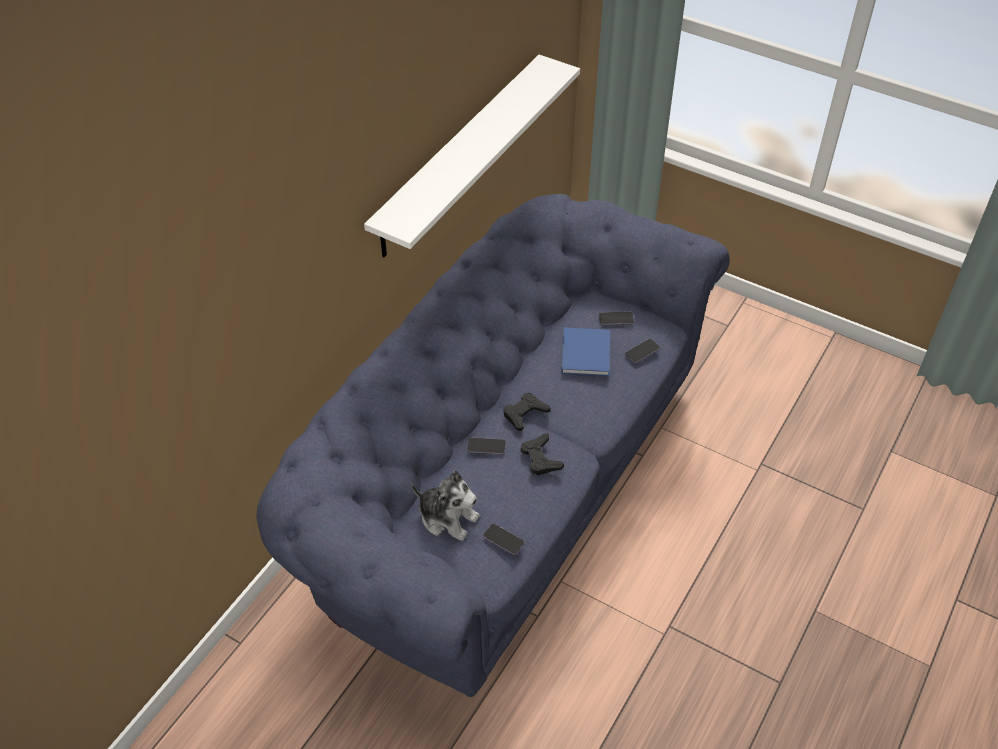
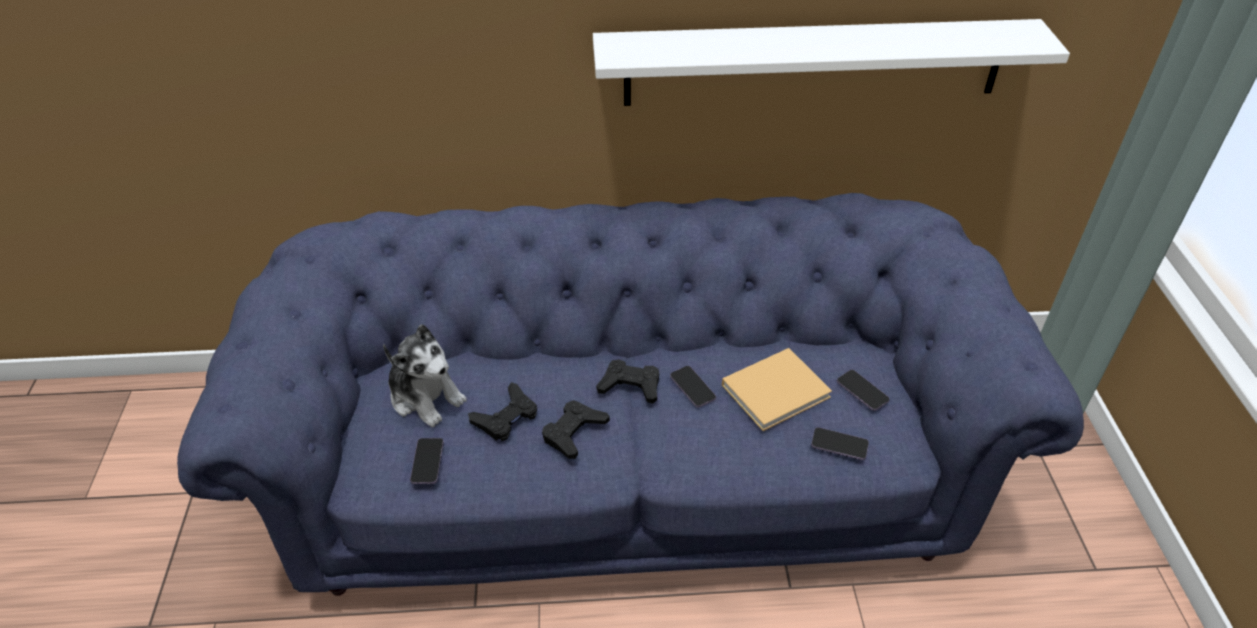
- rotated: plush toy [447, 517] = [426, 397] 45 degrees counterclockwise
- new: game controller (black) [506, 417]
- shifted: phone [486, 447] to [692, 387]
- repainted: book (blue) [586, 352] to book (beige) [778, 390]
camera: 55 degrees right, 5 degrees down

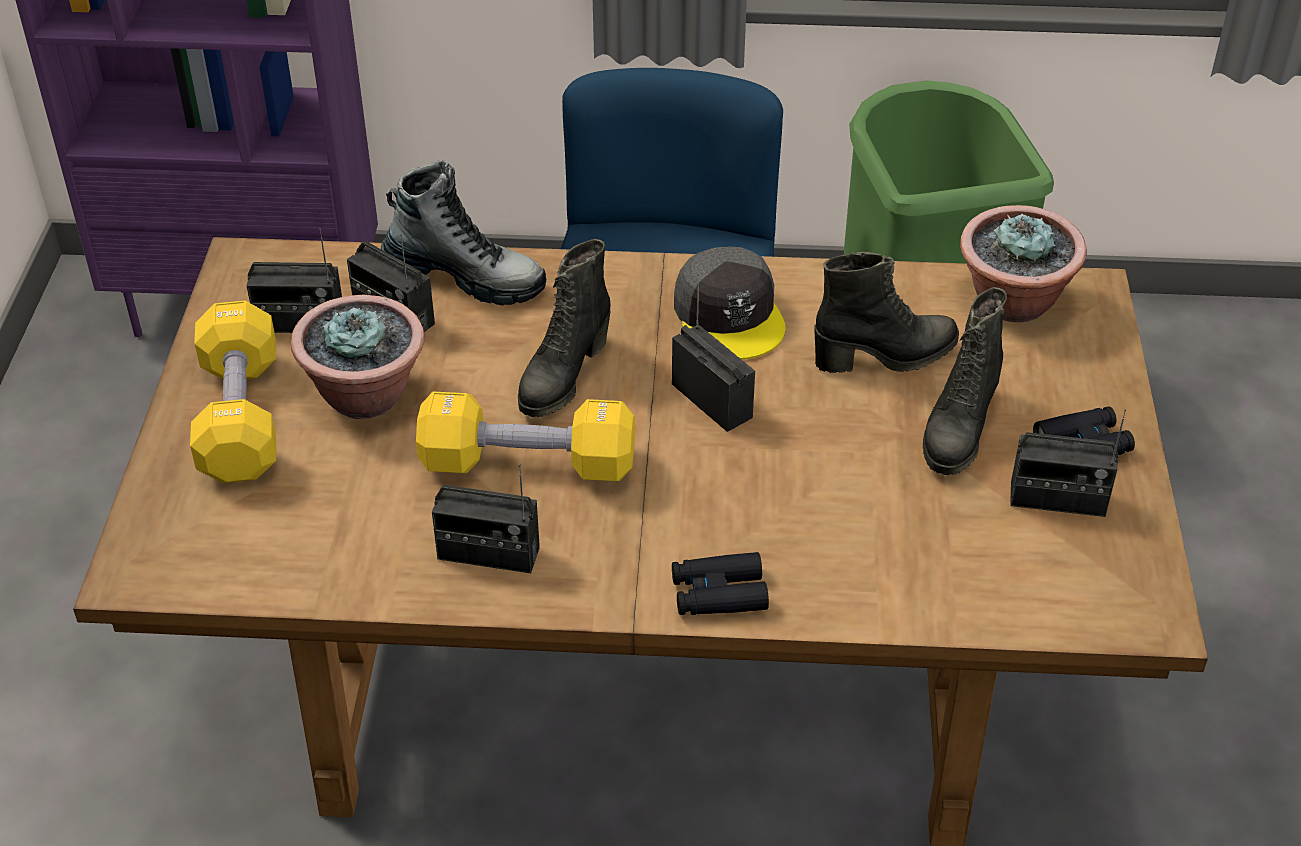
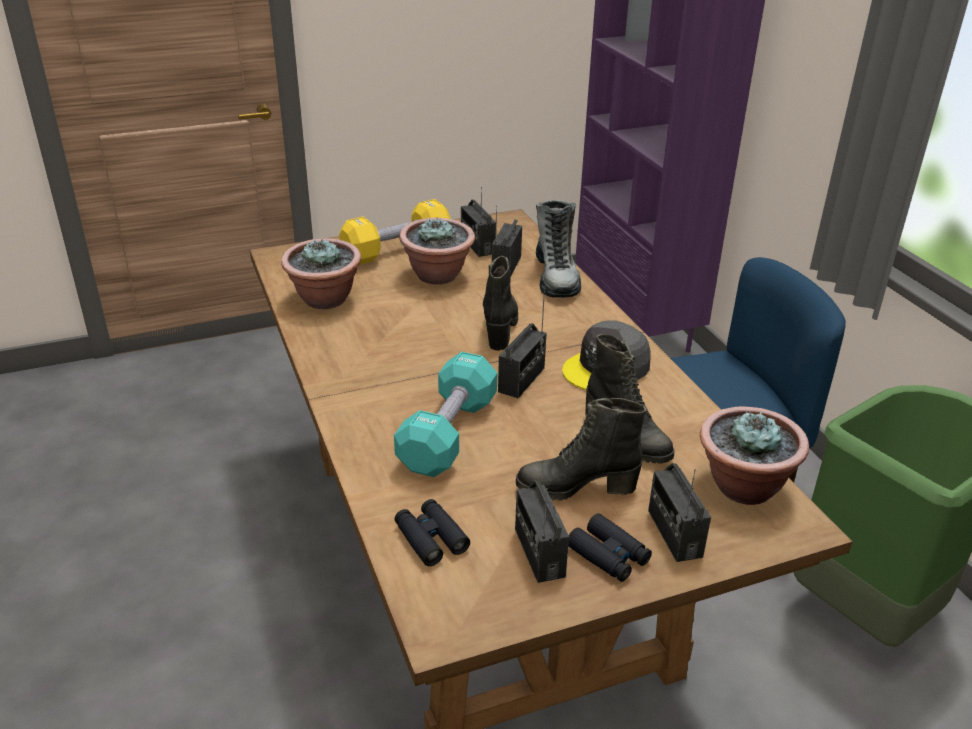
- new: potted plant [325, 299]
- new: dumbbell (turquoise) [448, 434]
- shifted: binoculars (black) [718, 593] to [431, 538]
- rotated: boot (black) [563, 376] = [500, 326] 90 degrees clockwise
- shifted: radio [488, 554] to [674, 533]
- gone: dumbbell (yellow) [528, 464]
camera: 65 degrees right, 10 degrees down

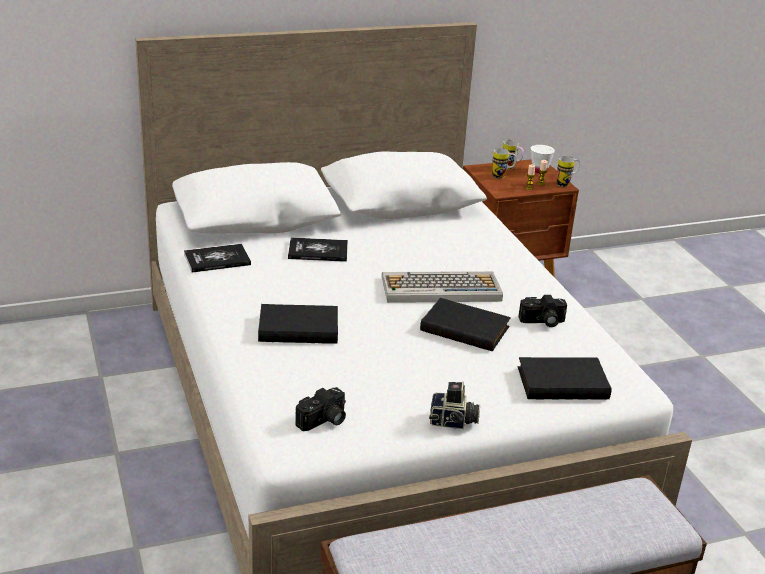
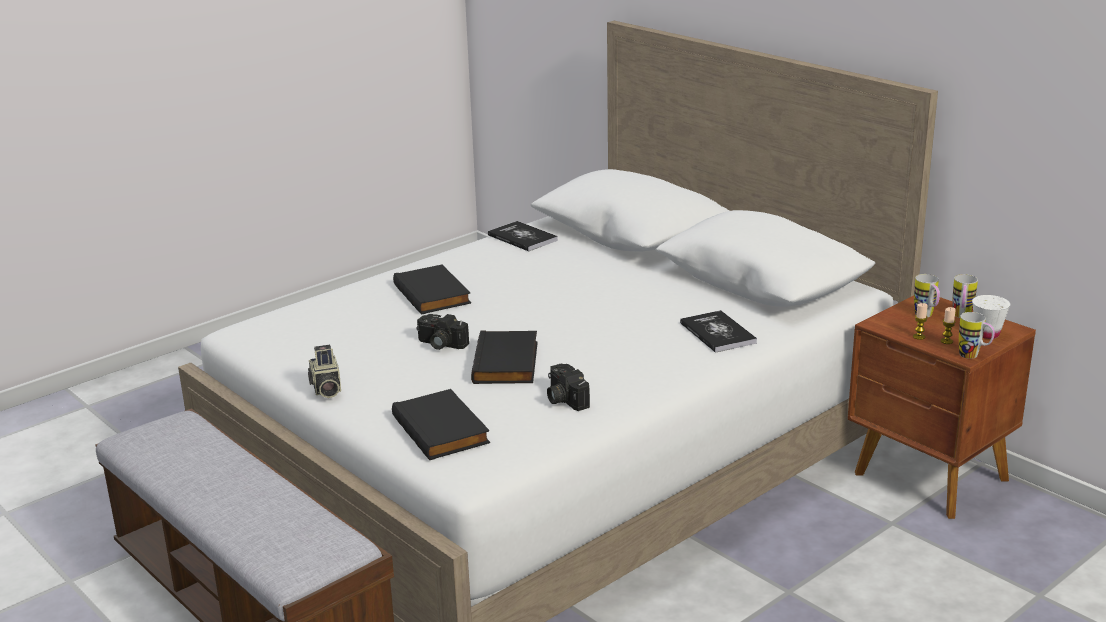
- shifted: photo camera [323, 421] to [440, 344]
- shifted: book [318, 251] to [717, 333]
- gone: keyboard [440, 289]
camera: 70 degrees right, 5 degrees down

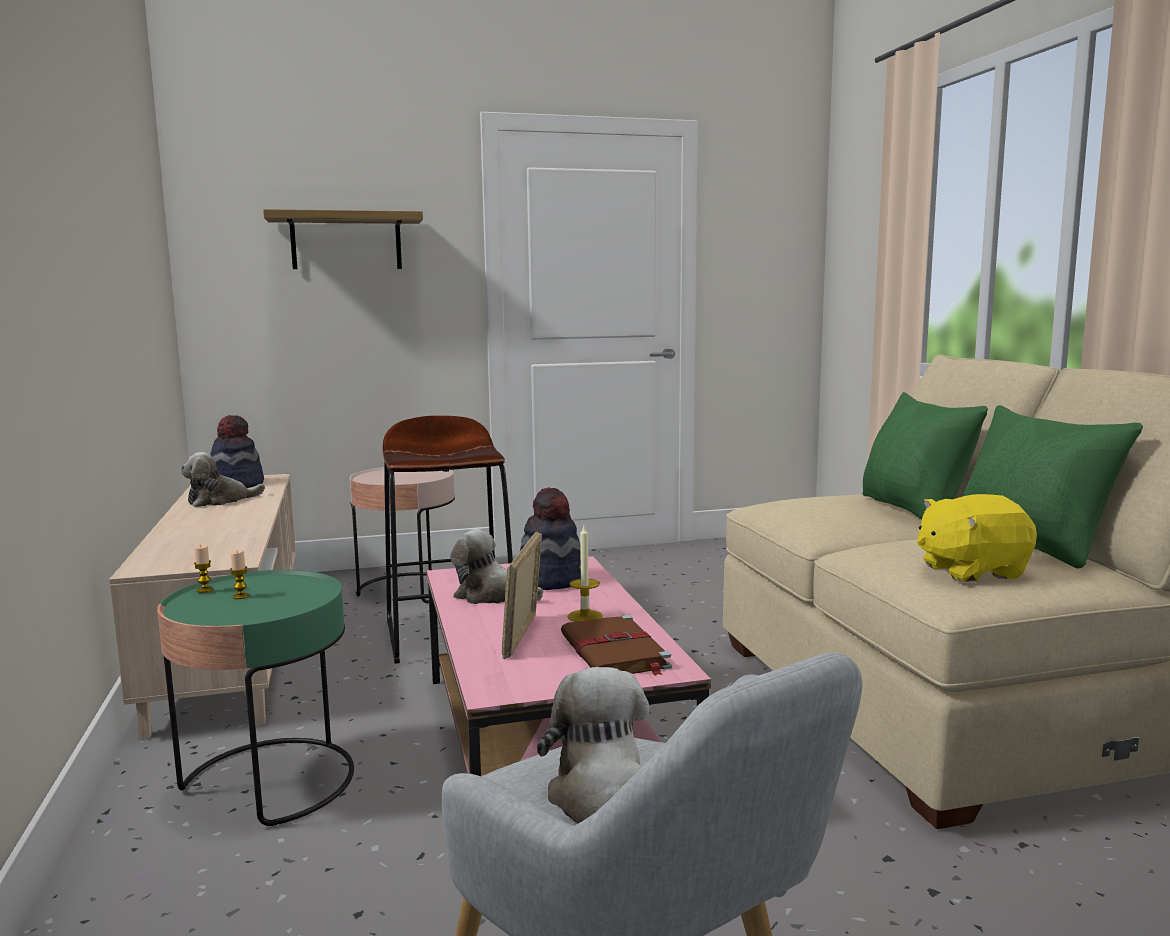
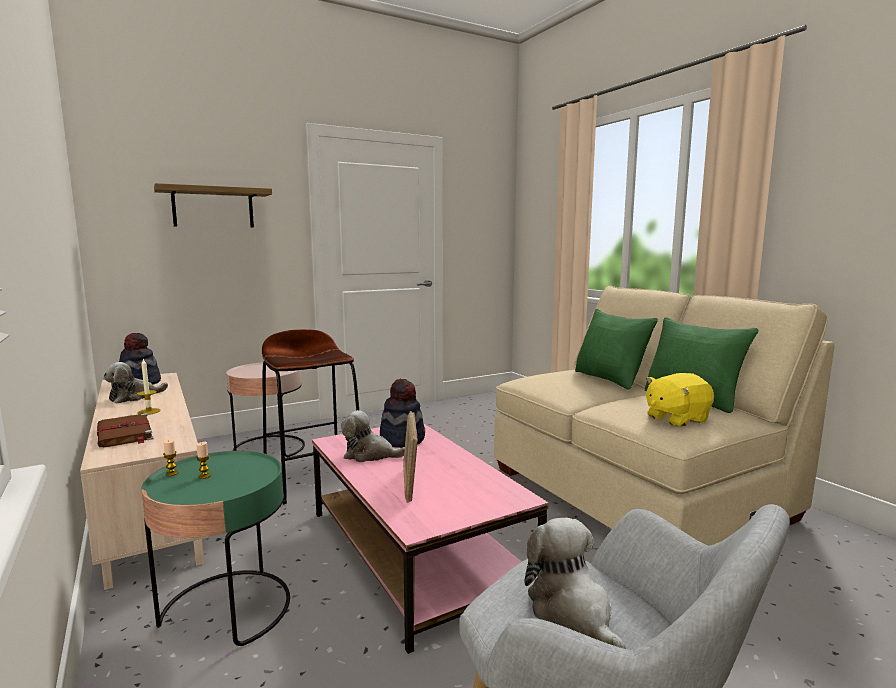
- shifted: book (brown) [615, 652] to [125, 434]
- shifted: candle [585, 616] to [149, 411]
camera: 15 degrees left, 0 degrees up

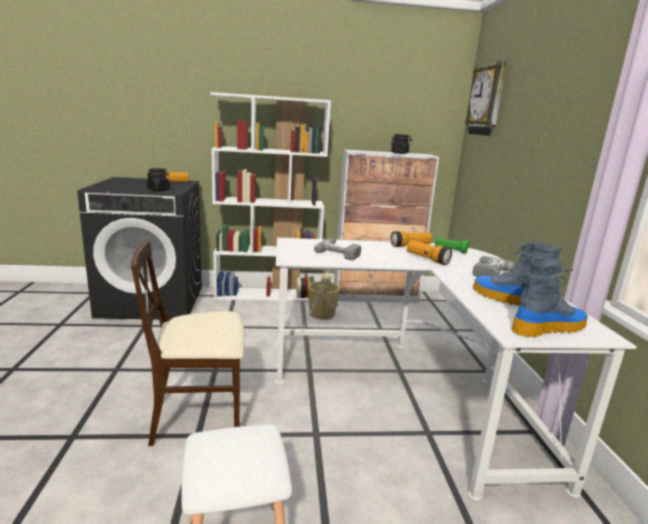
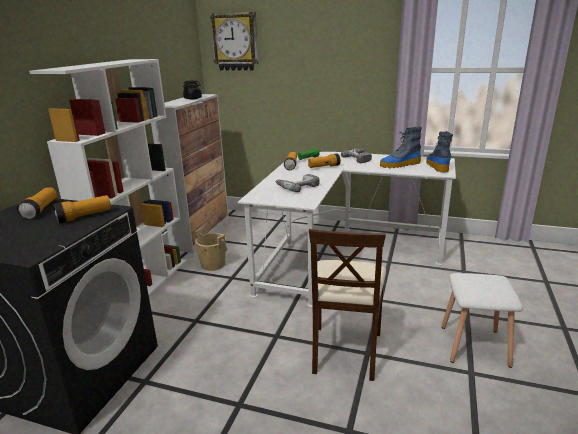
- swapped: jar (black) [158, 189] to flashlight [85, 216]
camera: 65 degrees left, 5 degrees up

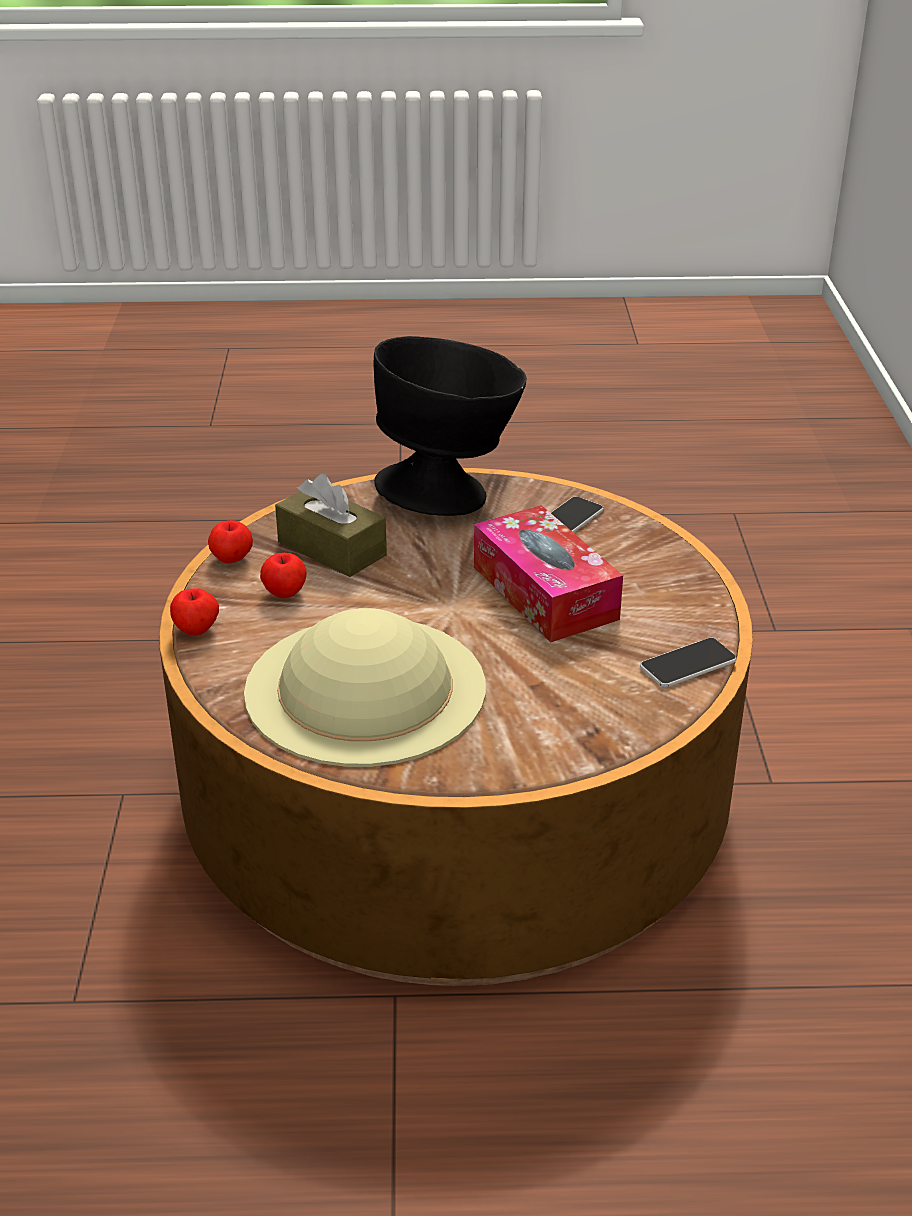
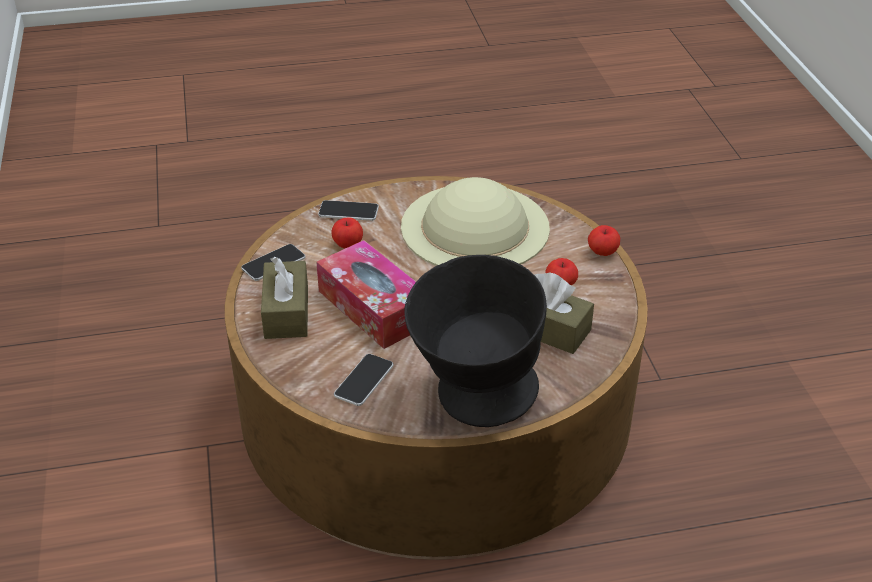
- new: tissue box (brown) [286, 312]
- new: phone [348, 212]
- shifted: apple [231, 559] to [348, 244]
camera: 170 degrees right, 5 degrees up

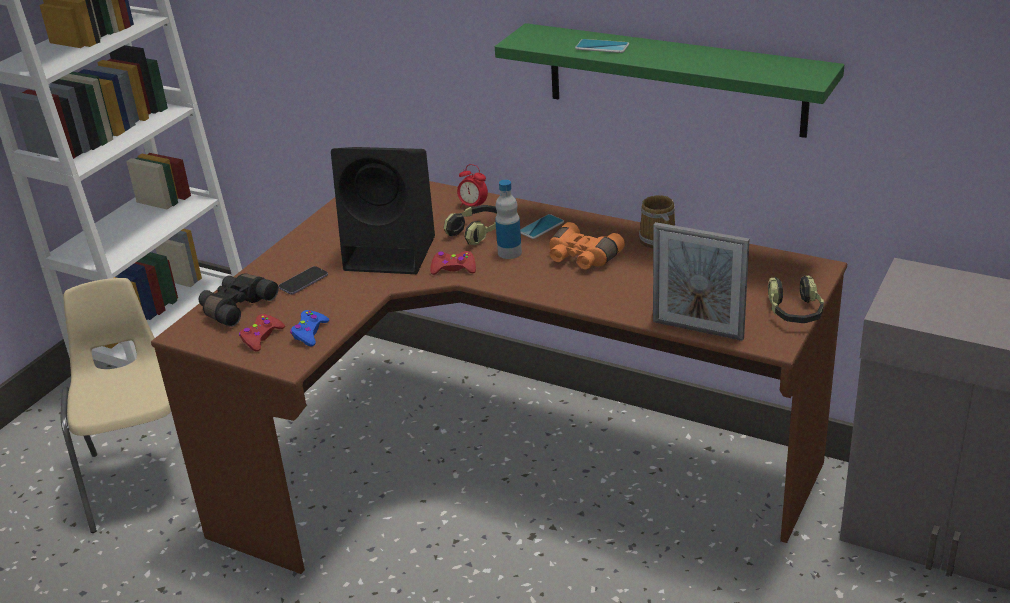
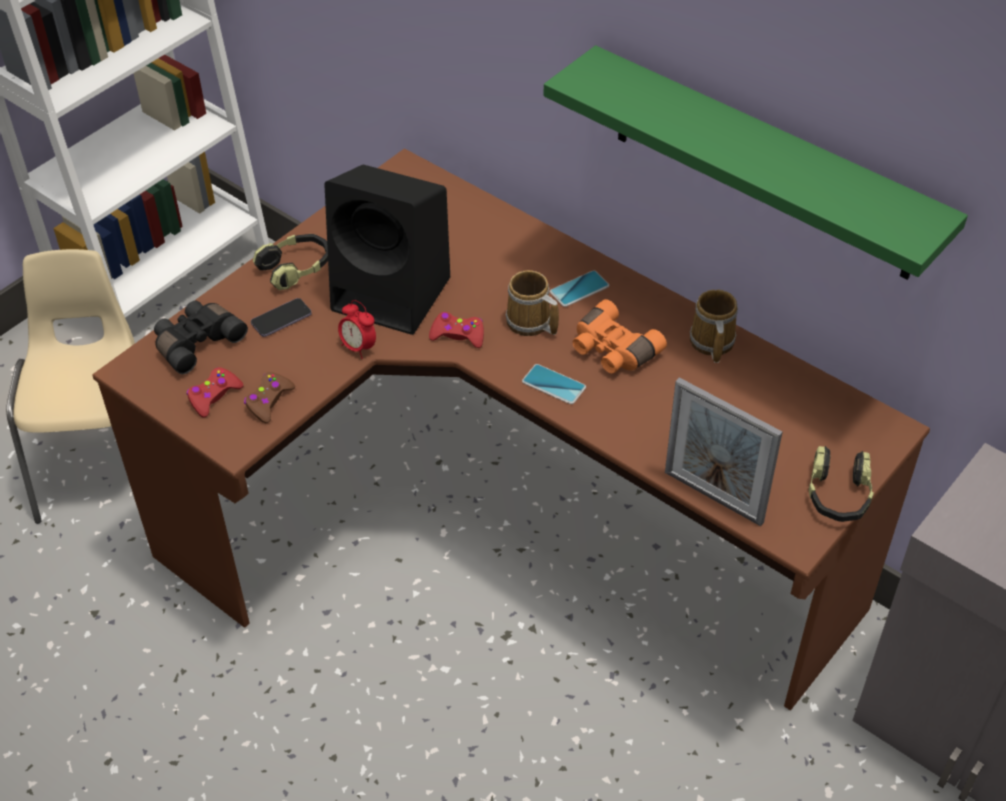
- repainted: game controller (blue) [310, 333] to game controller (brown) [269, 401]
- shifted: headphones [477, 232] to [296, 269]
- shifted: alarm clock [473, 206] to [358, 347]
- swapped: bottle [509, 252] to mug [530, 323]
- shifted: phone [602, 47] to [553, 385]
camera: 10 degrees right, 15 degrees up

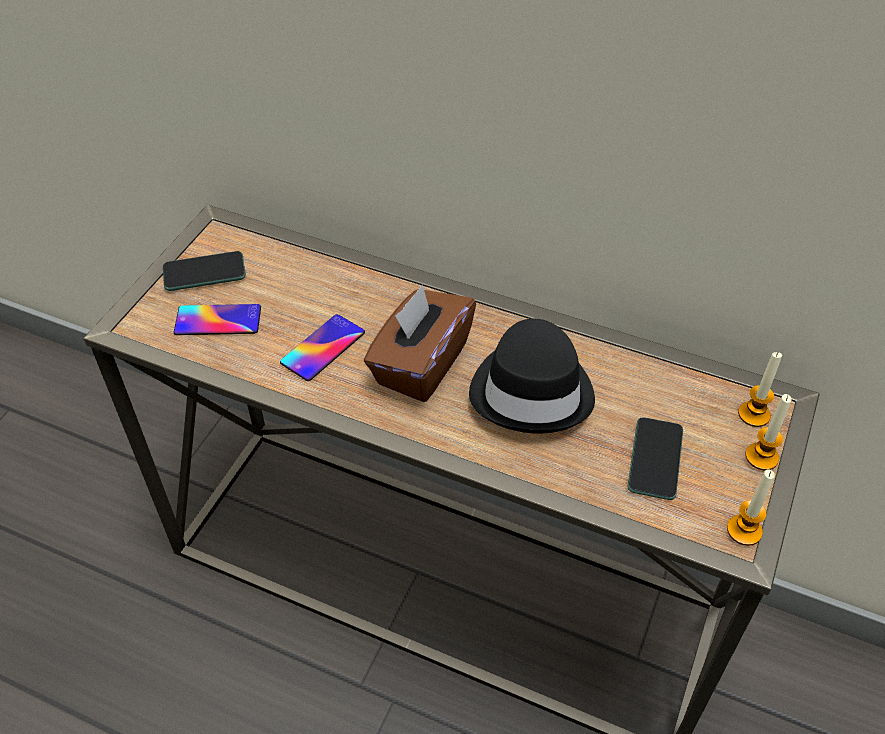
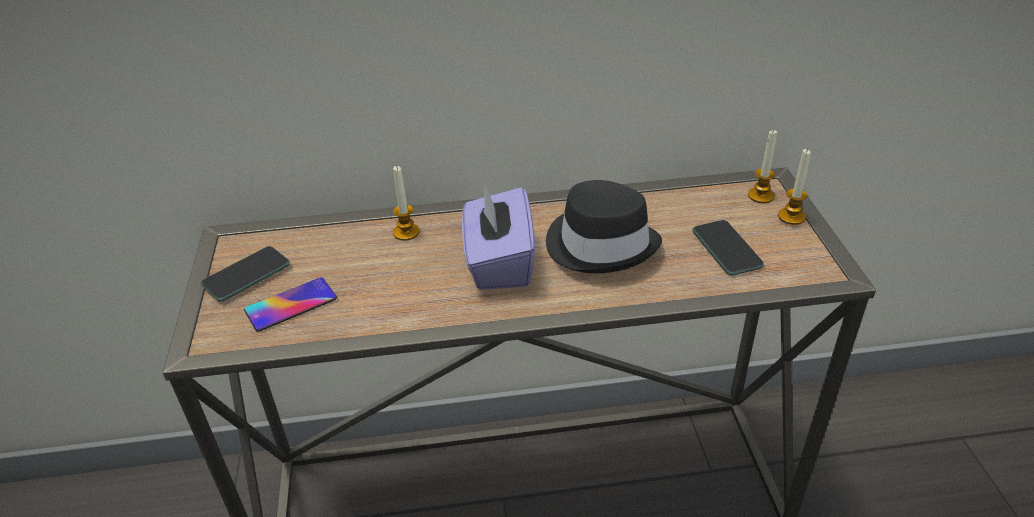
- shifted: candle [744, 530] to [406, 232]
- repainted: tissue box (brown) [420, 364] to tissue box (purple) [499, 263]
- gone: phone [323, 348]
camera: 30 degrees left, 10 degrees down

